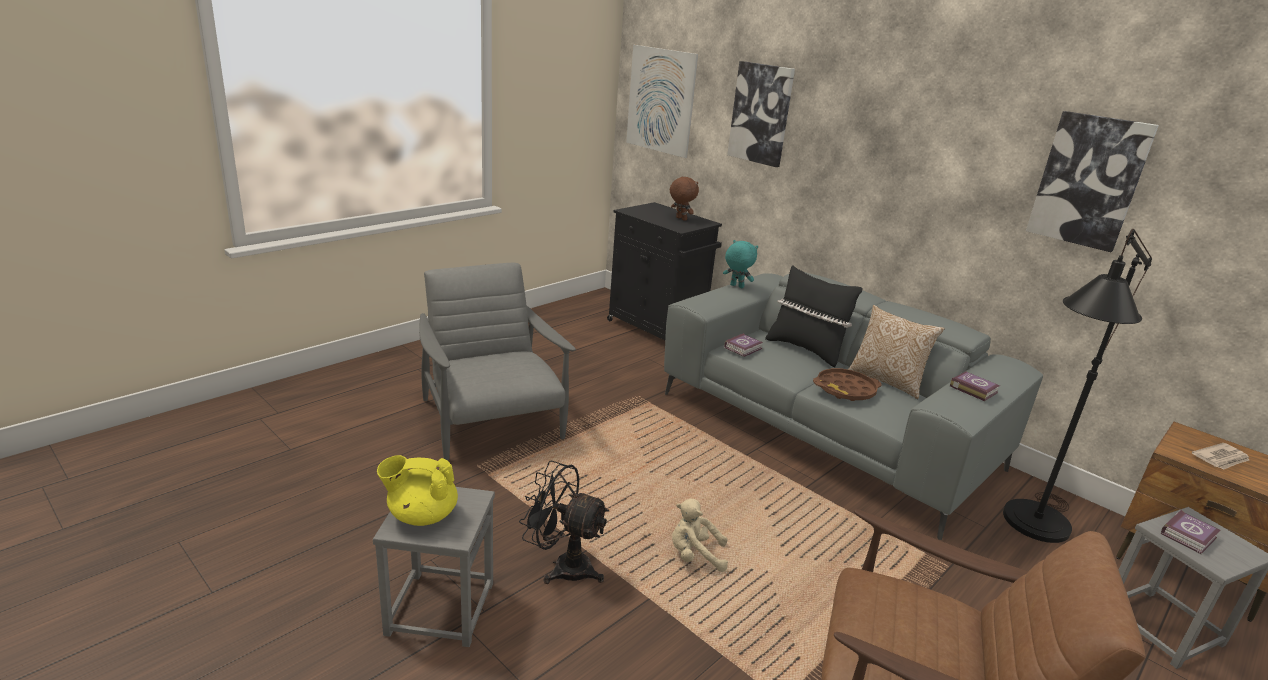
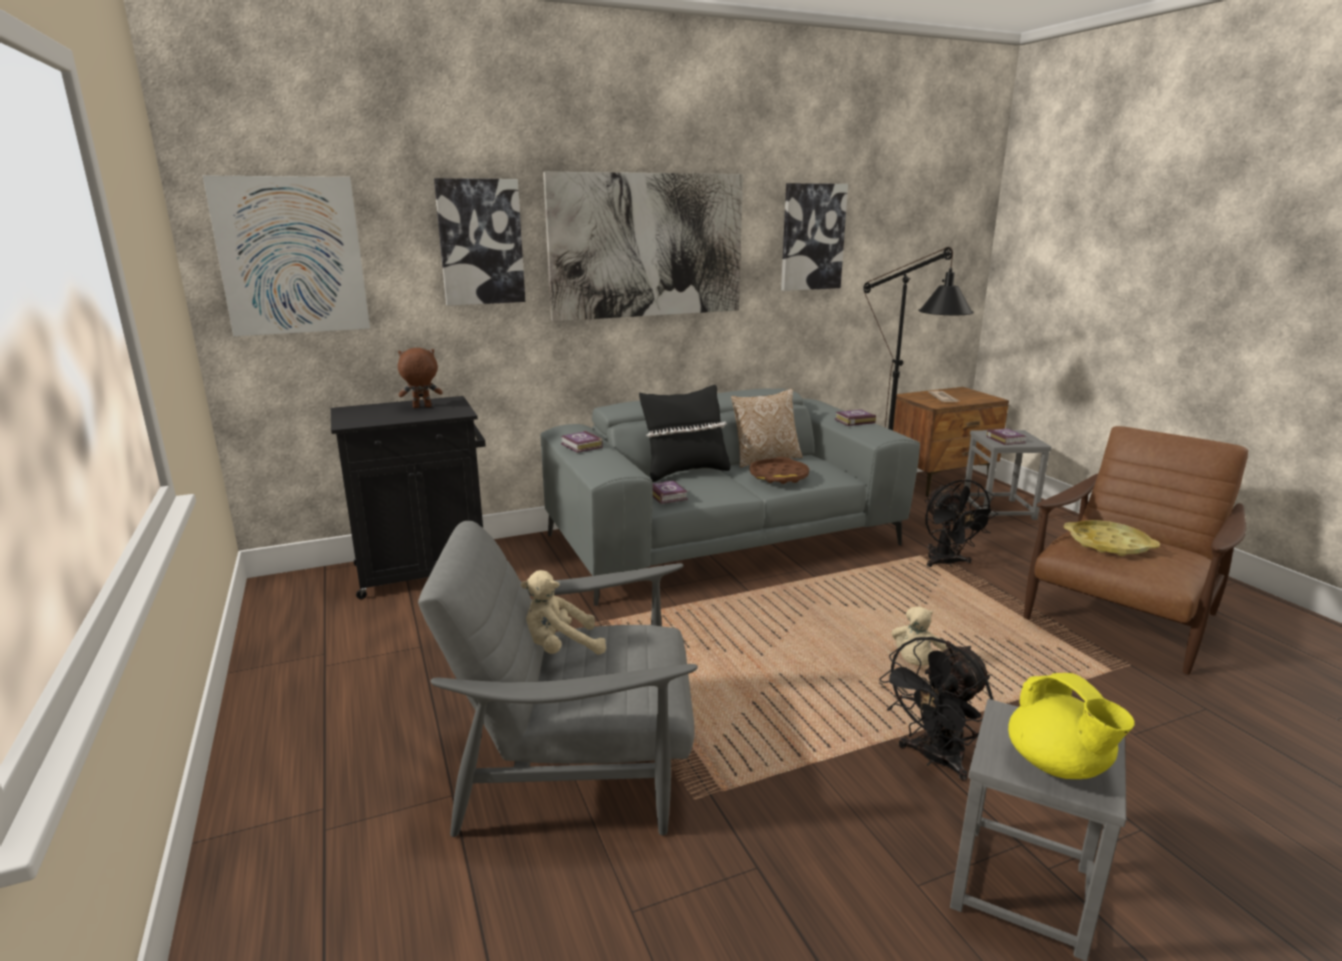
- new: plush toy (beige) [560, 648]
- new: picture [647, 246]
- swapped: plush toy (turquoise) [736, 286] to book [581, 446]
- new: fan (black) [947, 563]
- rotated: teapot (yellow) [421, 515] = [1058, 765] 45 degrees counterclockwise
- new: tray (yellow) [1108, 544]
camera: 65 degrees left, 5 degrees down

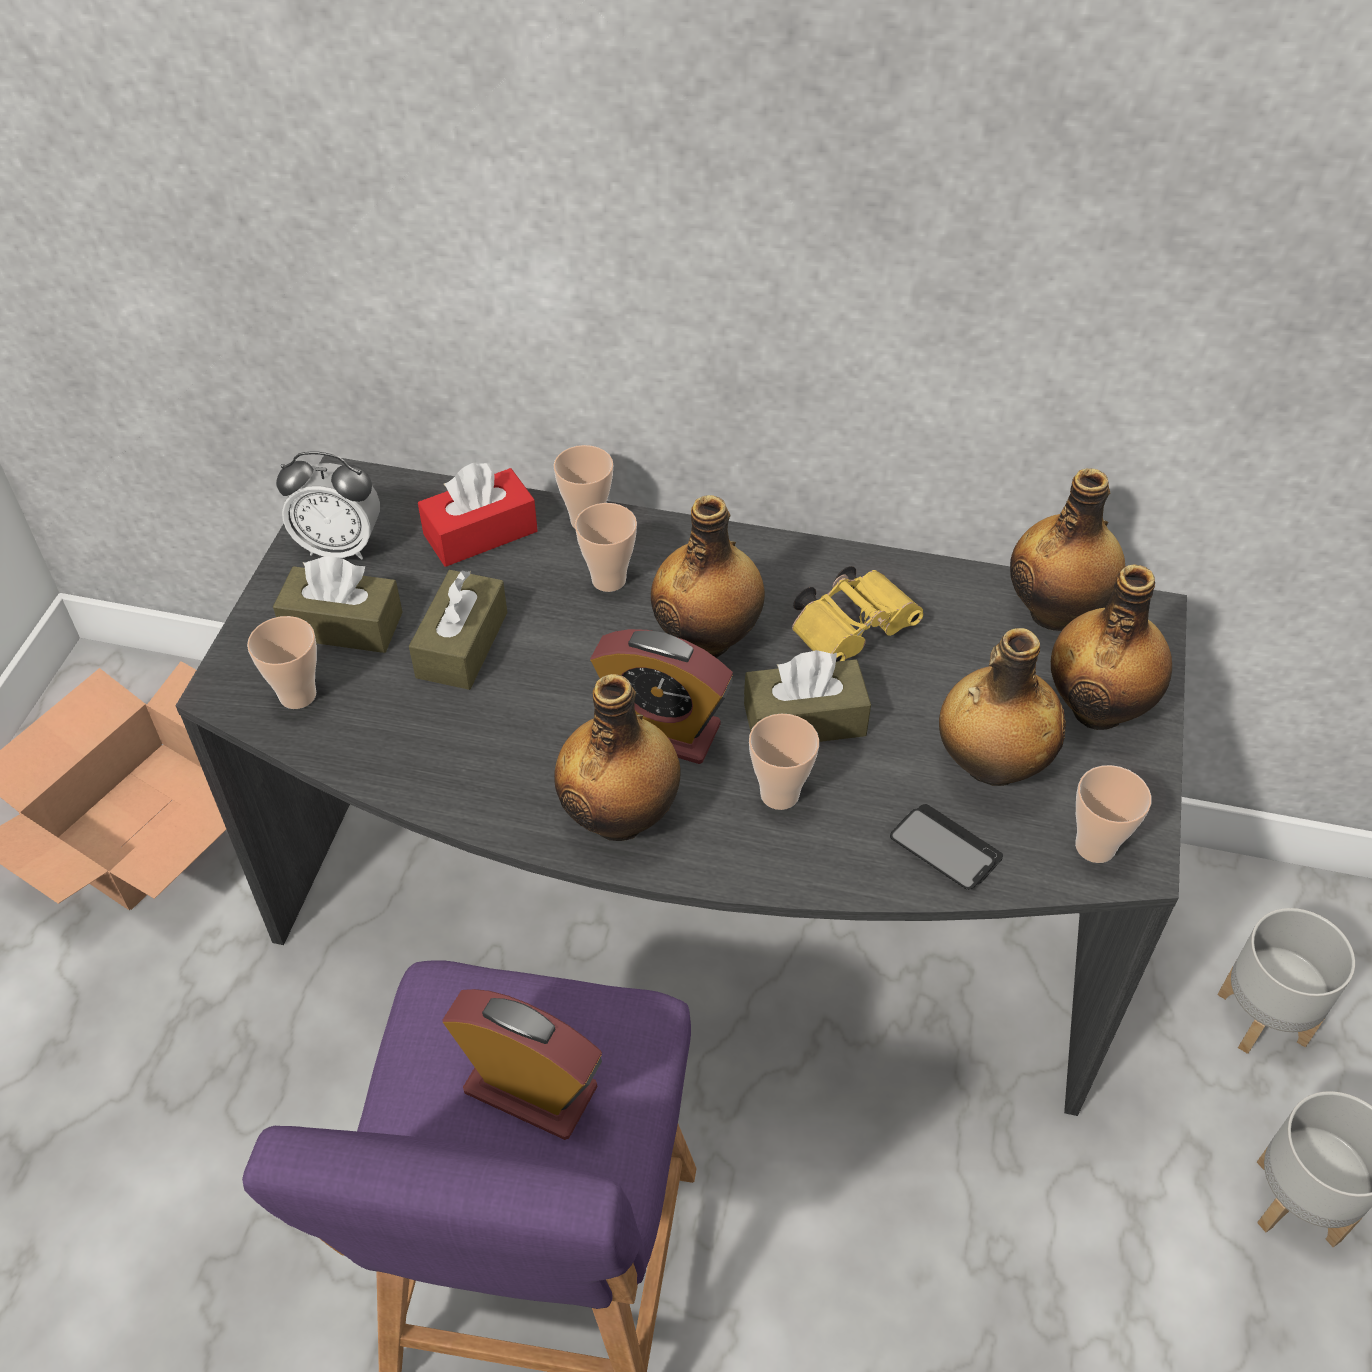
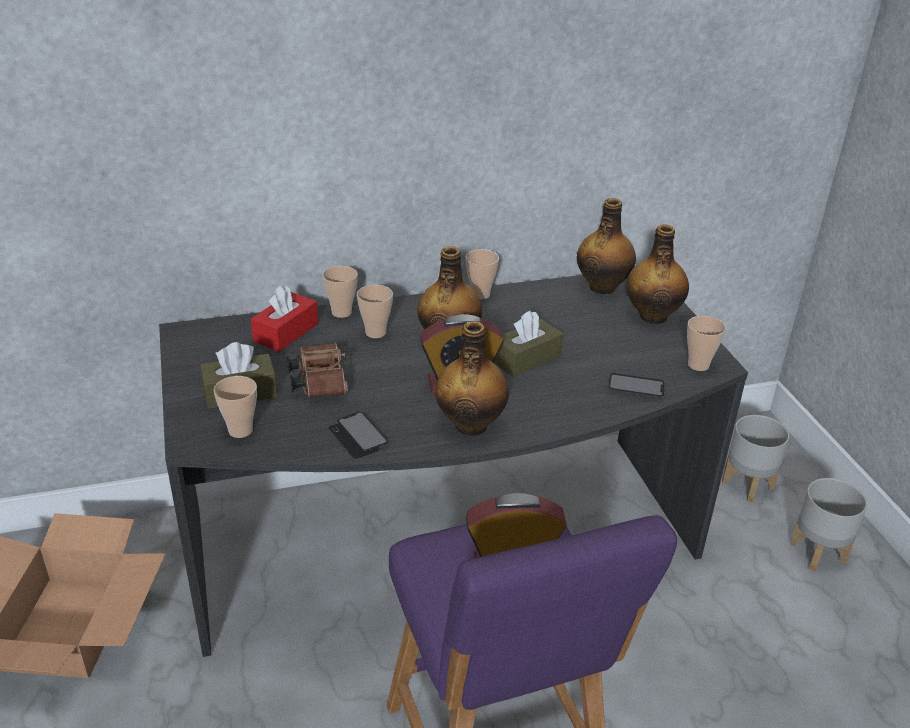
- swapped: tissue box (brown) [462, 645] to binoculars (brown) [319, 381]
- new: phone [358, 437]
- shifted: cup [779, 794] to [480, 294]
- gone: alarm clock [340, 547]
- gone: binoculars (yellow) [854, 629]
- gone: bottle [990, 765]
camera: 30 degrees left, 15 degrees down

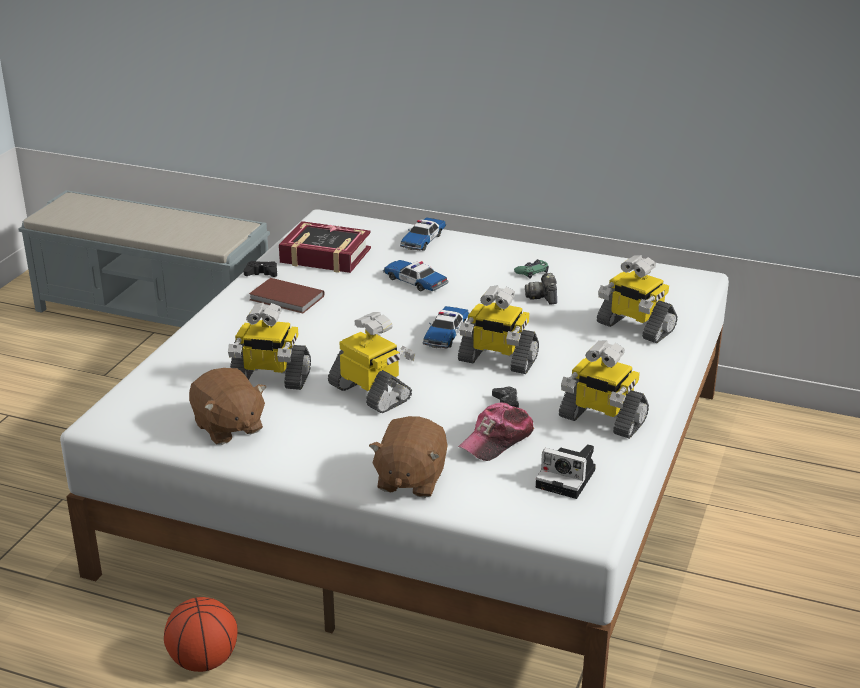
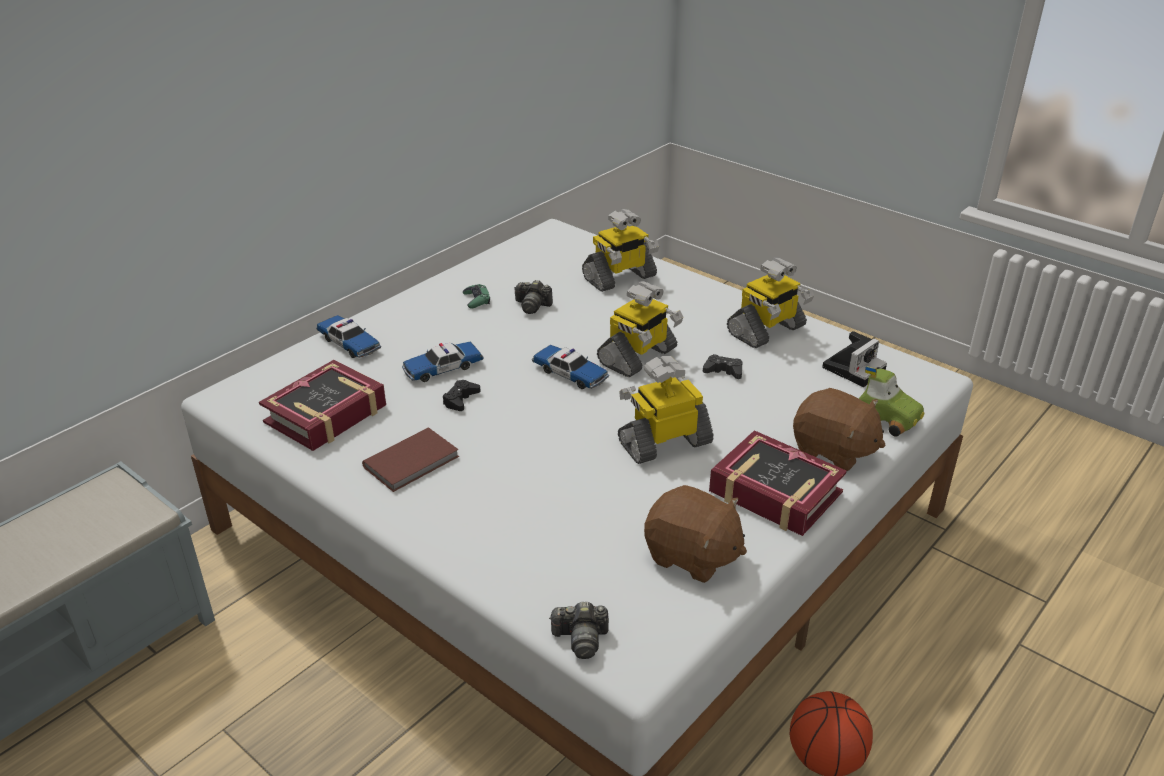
- shifted: game controller (black) [262, 273] to [460, 400]
- new: photo camera [581, 639]
- rotated: plush toy (brown) [228, 427] = [692, 556] 45 degrees clockwise
- new: book [774, 493]
- new: toy car [888, 419]
- gone: toy robot [269, 378]
- gone: cap [497, 440]
camera: 70 degrees left, 5 degrees up

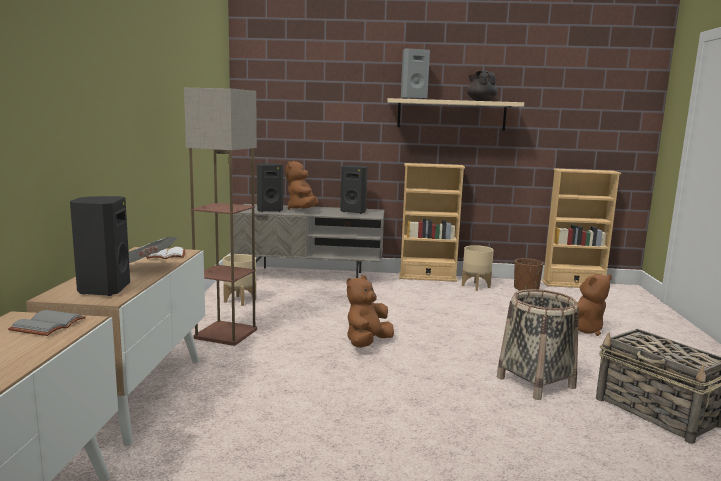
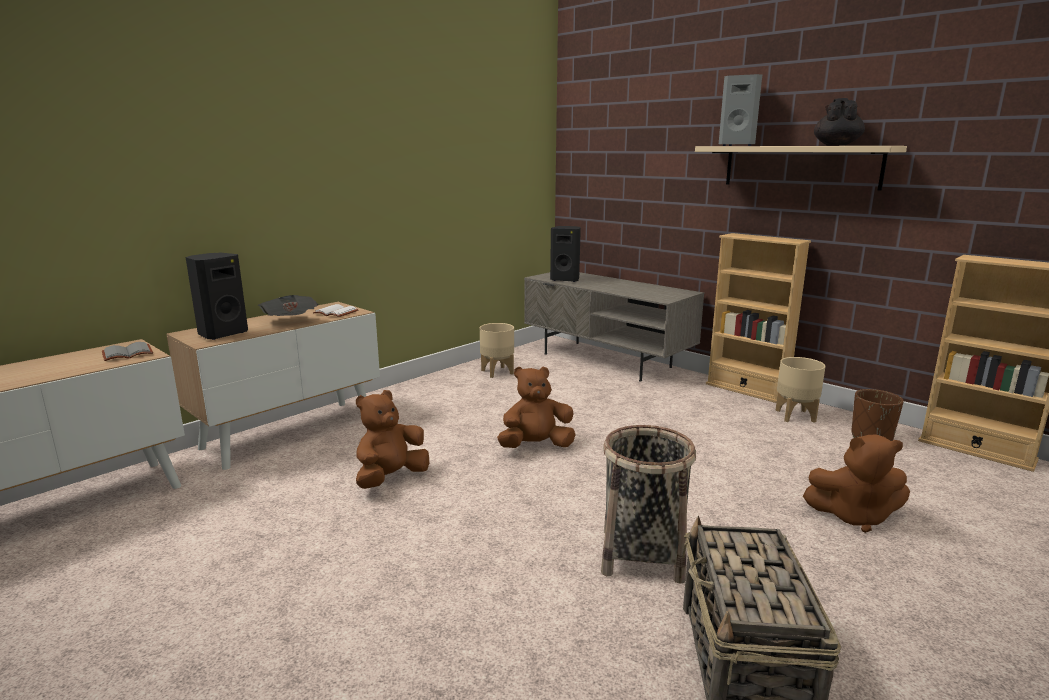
- shifted: plush toy (brown) [303, 210] to [391, 478]
- gone: floor lamp [227, 333]
- gone: speaker (black) [354, 212]
camera: 40 degrees right, 5 degrees up

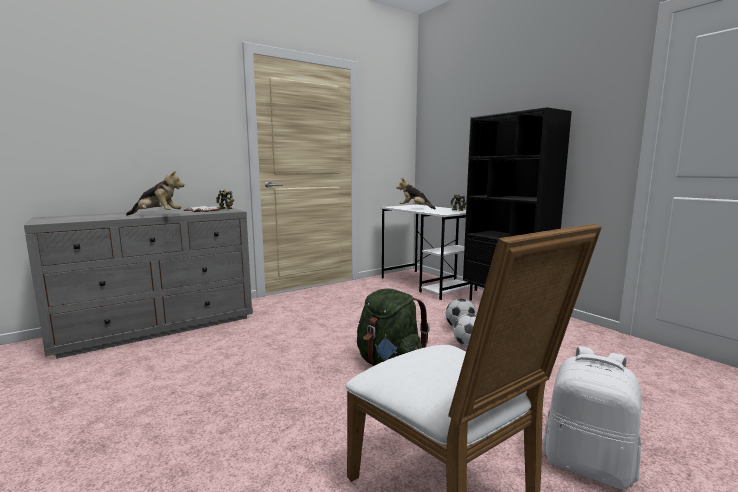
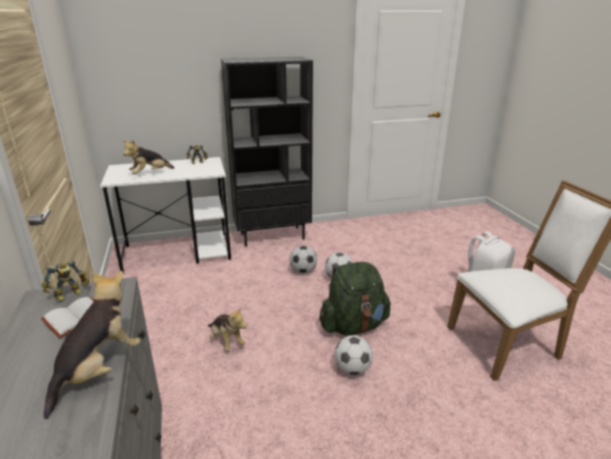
- new: plush toy [226, 341]
- new: football [352, 369]
camera: 70 degrees left, 15 degrees up

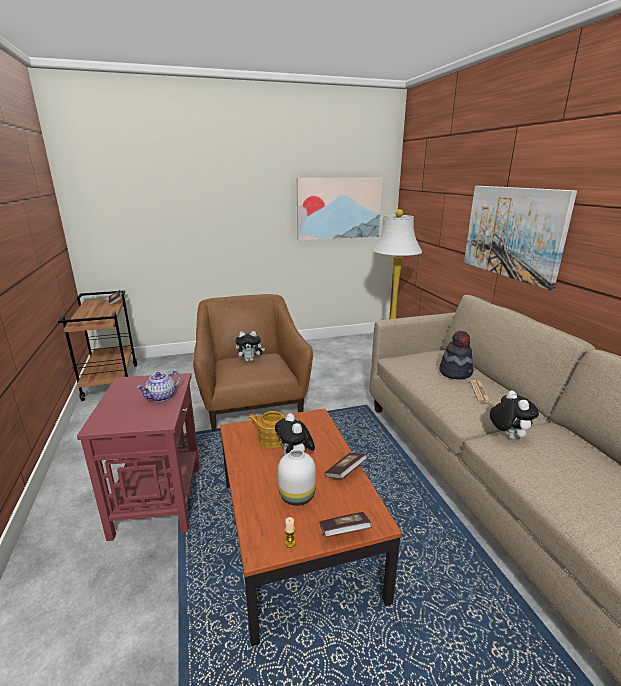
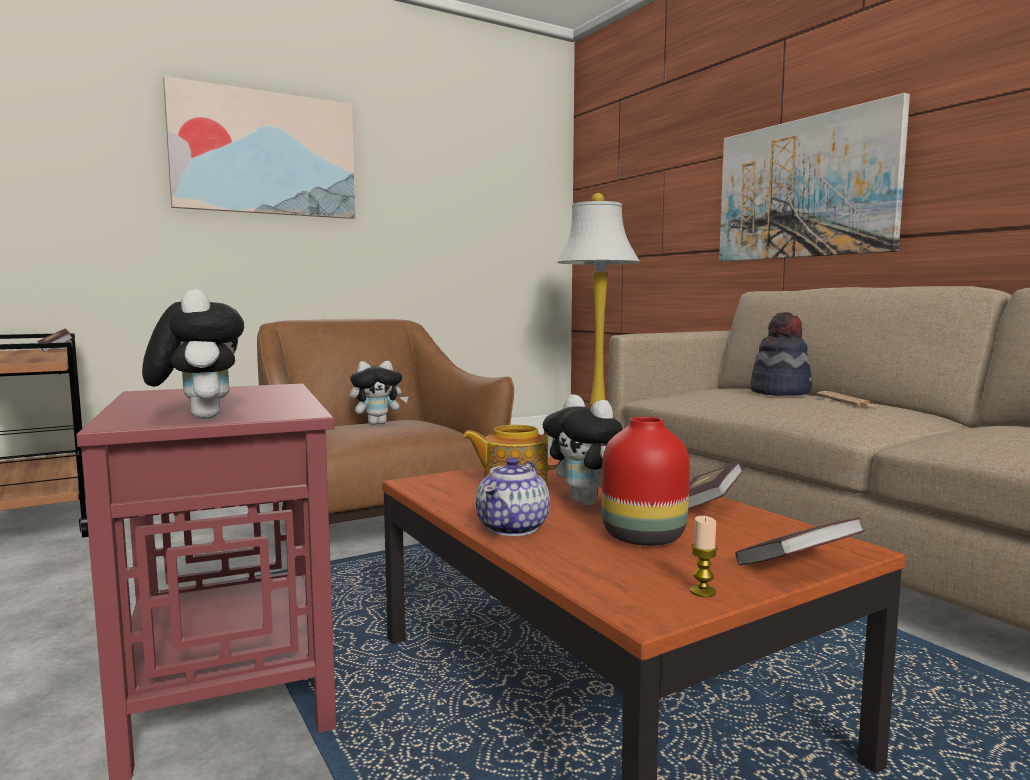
- shifted: plush toy [507, 436] to [198, 417]
- shifted: picture [338, 208] to [265, 154]
- shifted: teapot [162, 397] to [514, 528]
- repainted: vase (white) [296, 495] to vase (red) [641, 537]
camera: 15 degrees left, 15 degrees down

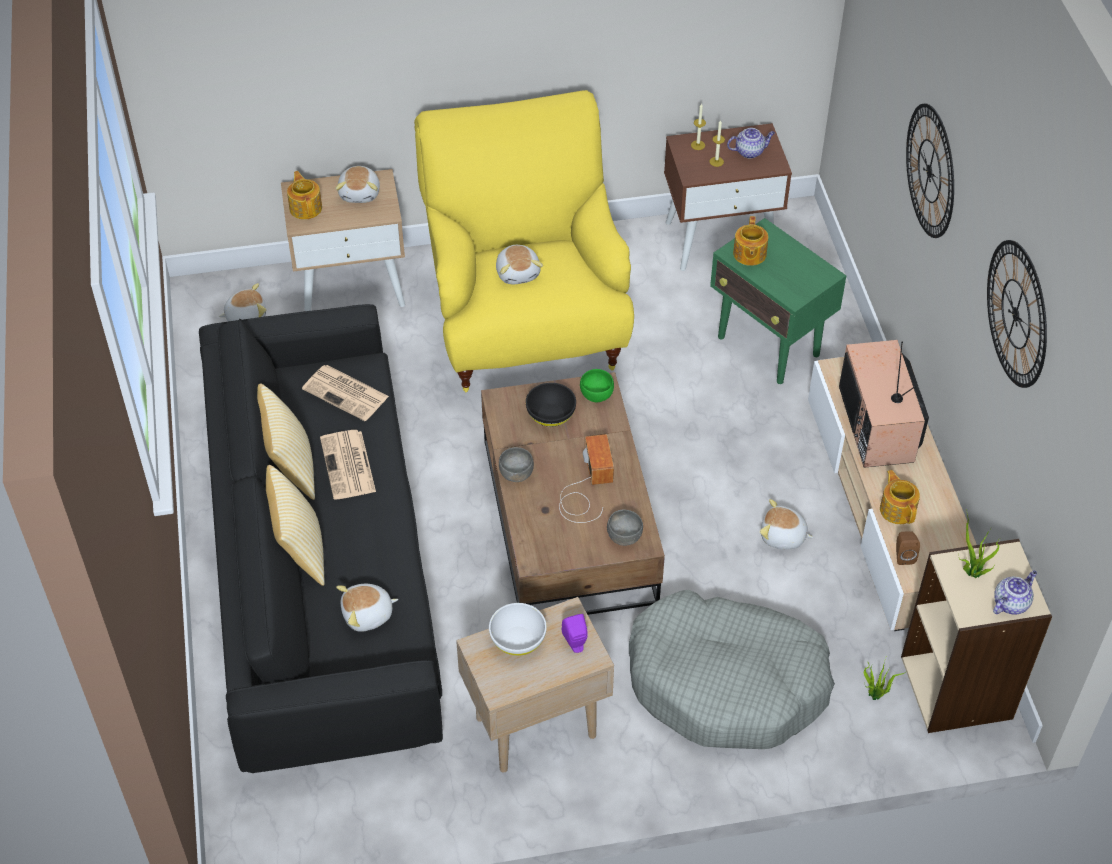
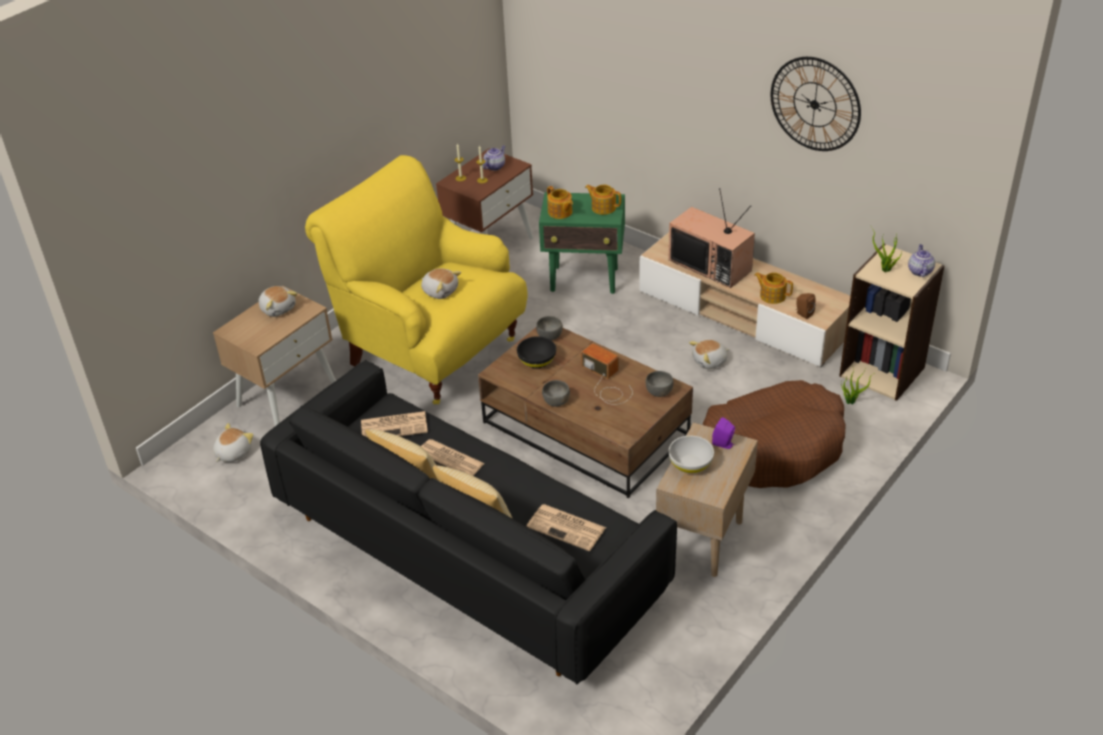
- swapped: plush toy [368, 615] to newspaper [567, 528]
- repainted: bowl (green) [597, 394] to bowl (grey) [550, 336]
- shifted: teapot [306, 207] to [603, 207]
- repainted: dog bed (grey) [726, 683] to dog bed (brown) [773, 447]
- gone: wall clock [930, 171]
camera: 40 degrees left, 10 degrees down

